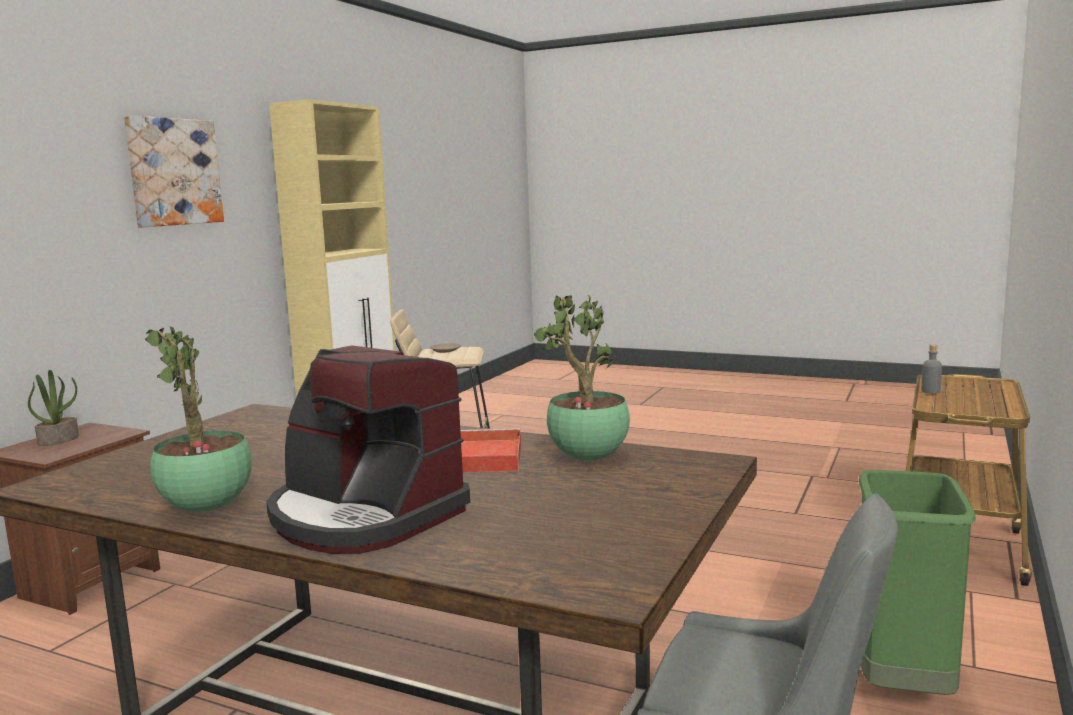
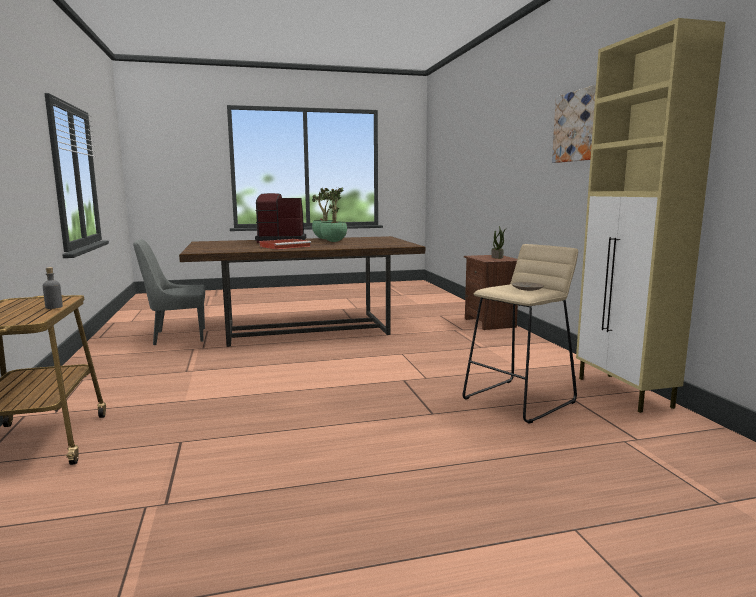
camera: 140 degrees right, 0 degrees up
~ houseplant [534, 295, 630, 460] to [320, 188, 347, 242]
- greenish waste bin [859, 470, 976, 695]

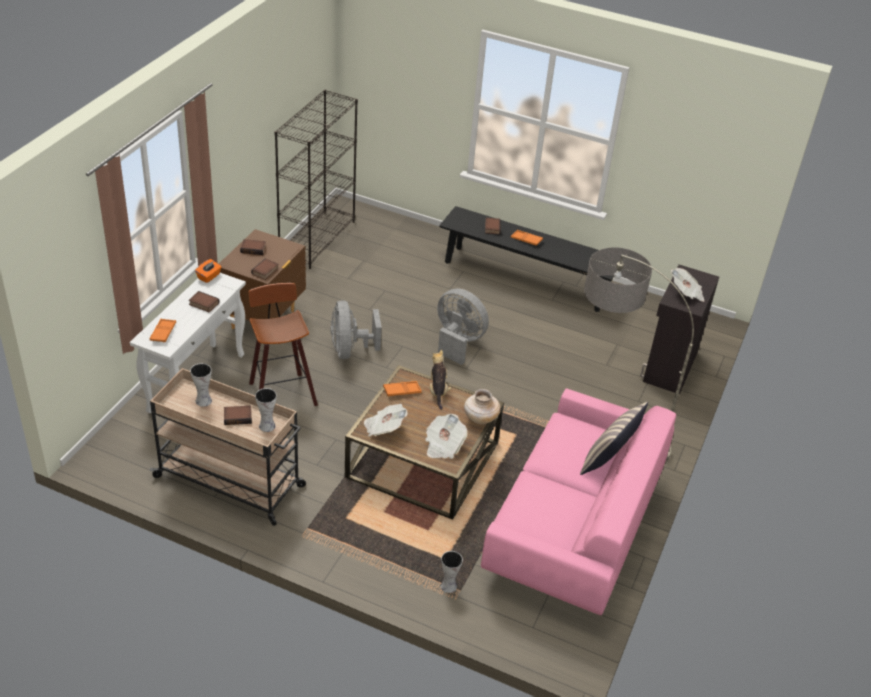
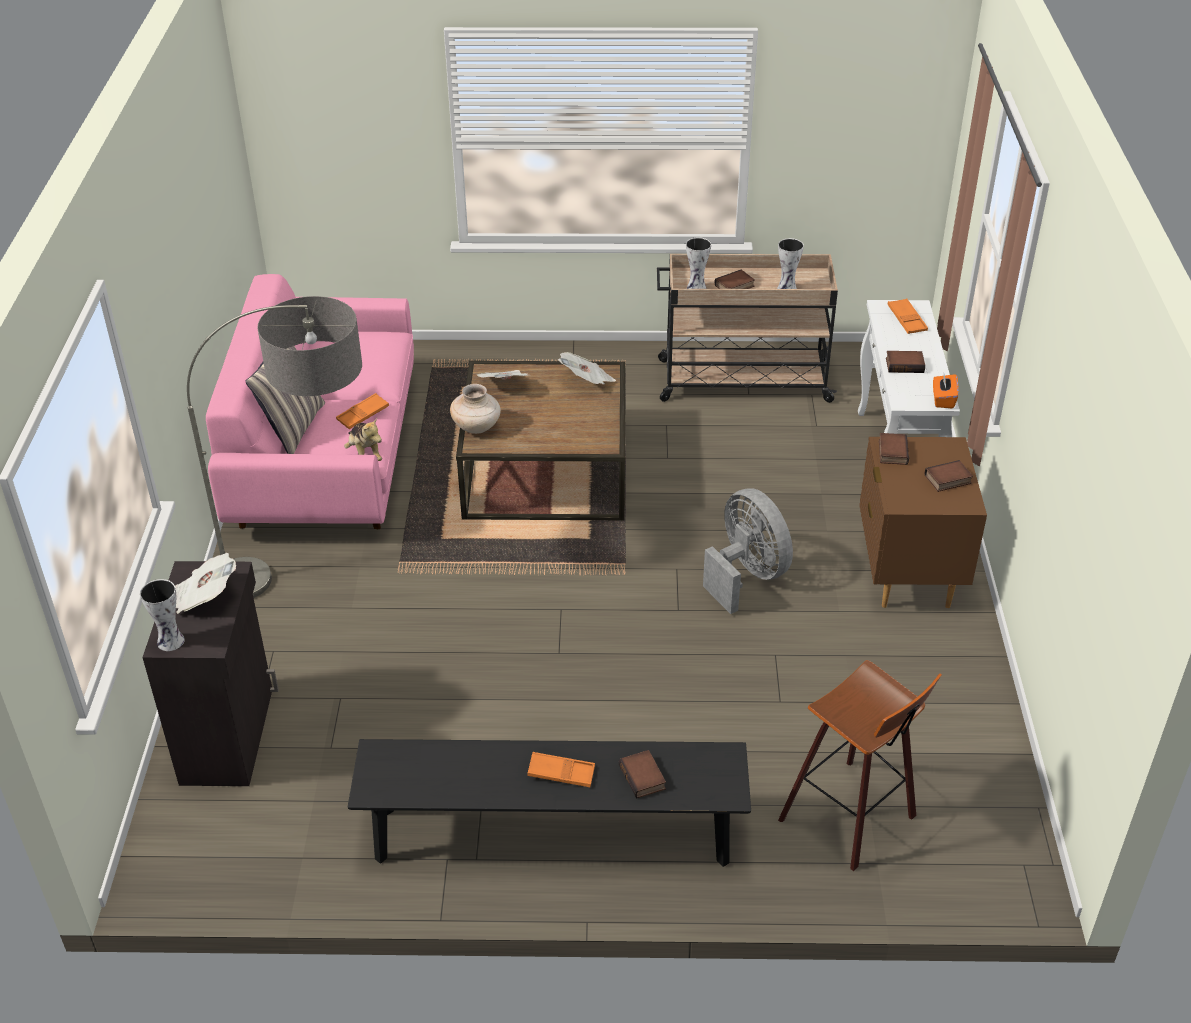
camera: 160 degrees right, 0 degrees up
- black-coloured bookcase [275, 90, 358, 269]
~ stool seat [249, 283, 318, 406] to [778, 660, 942, 871]
- grey fan [437, 288, 489, 365]
~ plush toy [430, 350, 452, 410] to [344, 417, 382, 461]
~ orangey carrying tray [383, 381, 422, 396] to [336, 393, 389, 429]
~ flower vase [441, 551, 463, 593] to [140, 579, 185, 651]

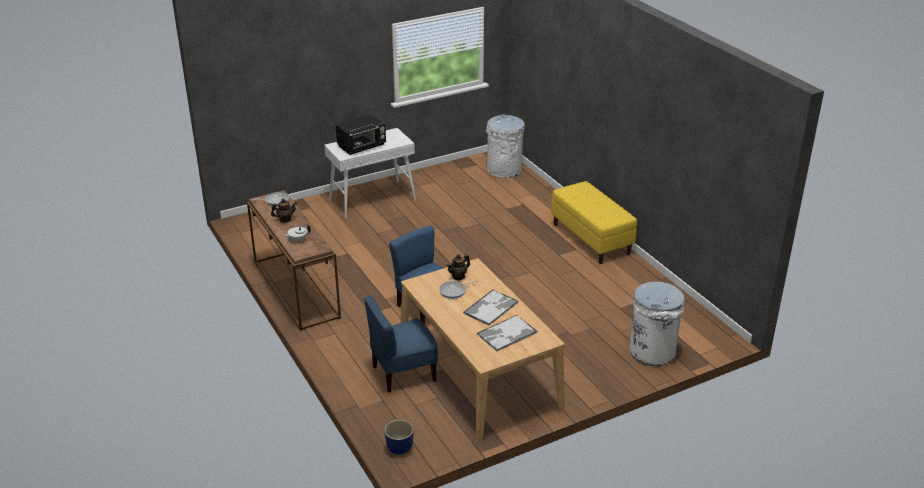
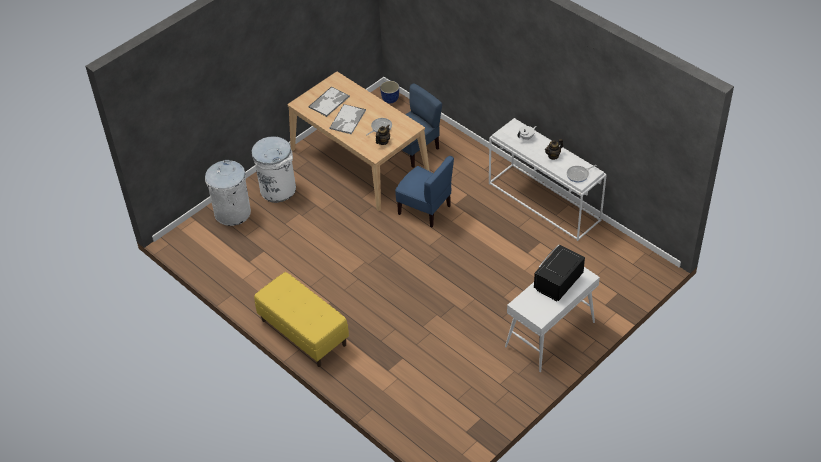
camera: 165 degrees right, 15 degrees up
~ white waste bin [486, 114, 525, 178] to [252, 136, 296, 203]
~ brown console table [247, 190, 341, 331] to white console table [489, 118, 607, 241]

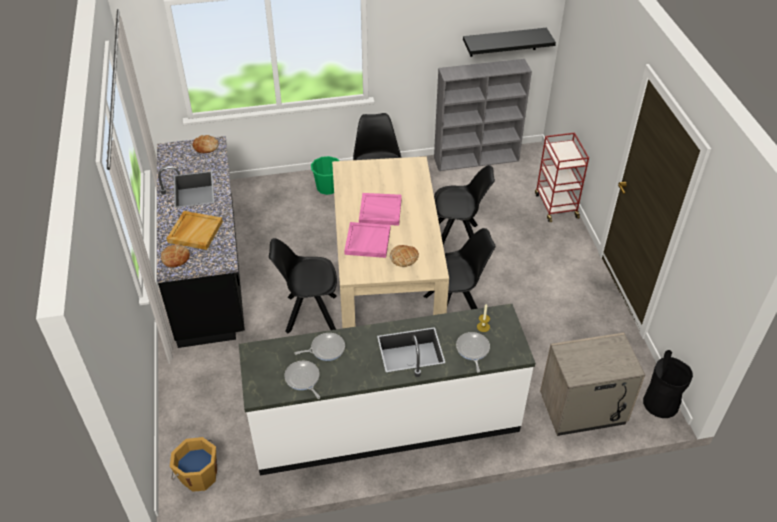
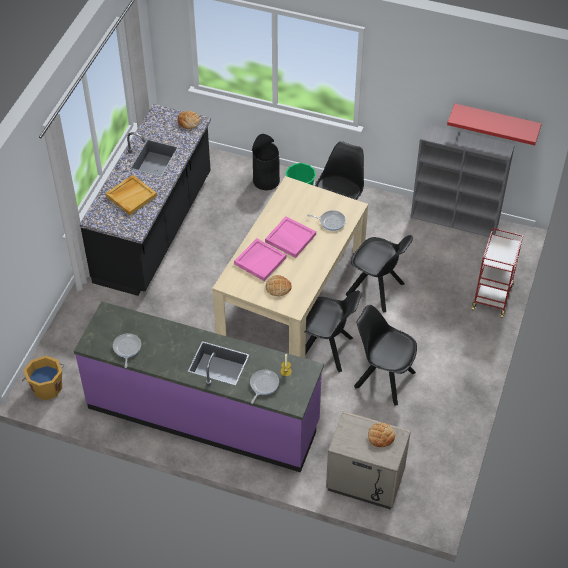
camera: 30 degrees right, 5 degrees up
~ black-coloured shelf [463, 28, 556, 57] to reddish shelf [447, 104, 542, 145]
~ black-coloured plain chair [269, 238, 337, 333] to [354, 305, 417, 406]
~ bakery bread [161, 244, 190, 267] to [368, 422, 395, 447]
~ white counter [239, 304, 535, 475] to purplish counter [74, 301, 324, 472]
~ pan [294, 333, 345, 361] to [307, 210, 346, 231]
~ black-coloured waste bin [643, 350, 693, 418] to [252, 134, 280, 190]

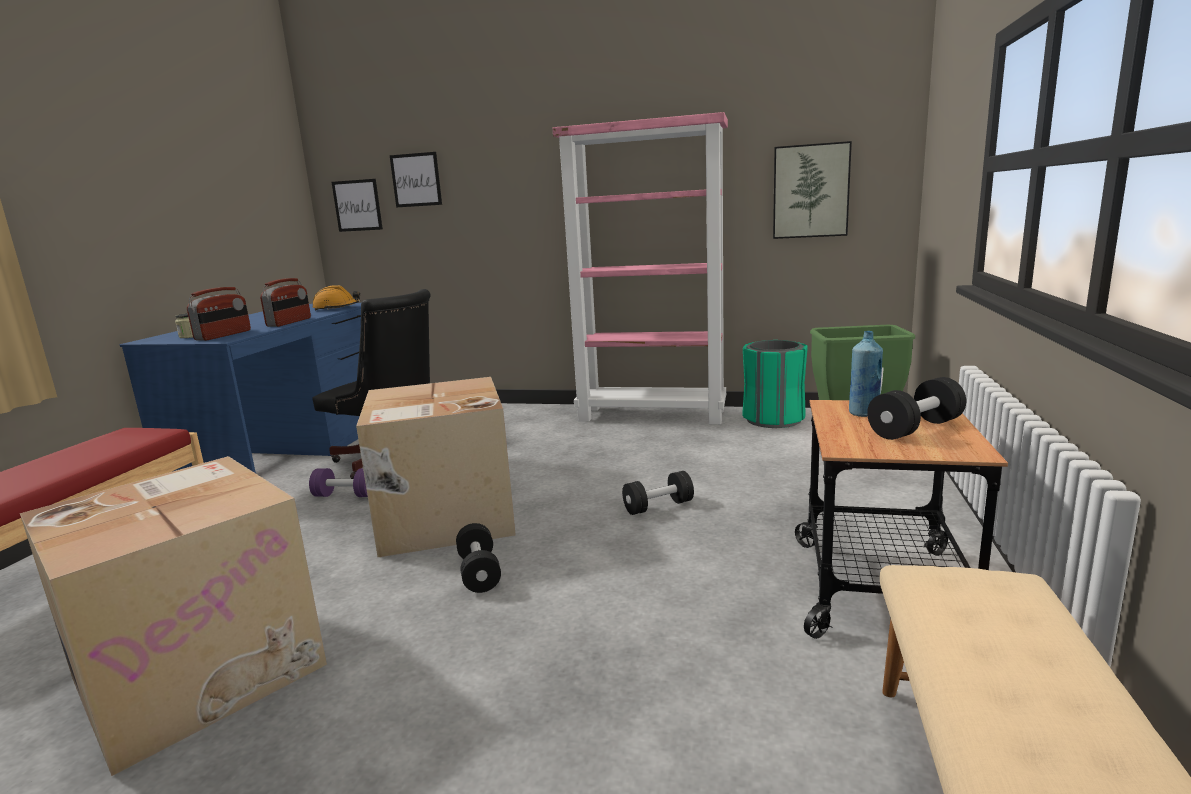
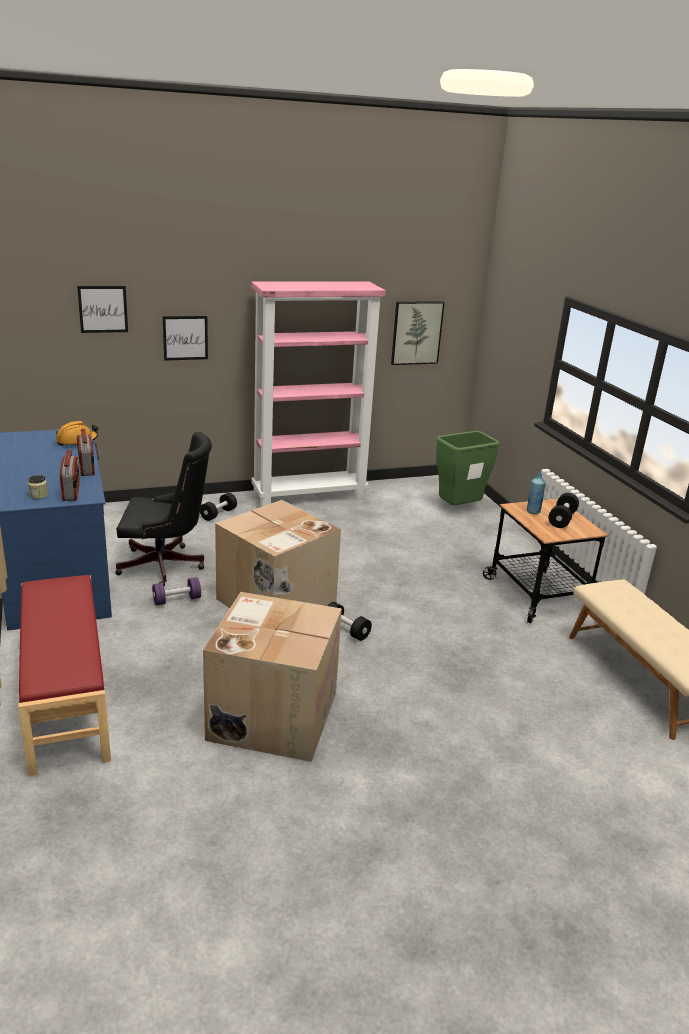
camera: 35 degrees left, 10 degrees up
~ wall picture [332, 179, 383, 232] to [163, 316, 208, 361]
- greenish waste bin [742, 340, 808, 428]
~ black-coloured hand weight [622, 471, 694, 515] to [200, 493, 237, 521]

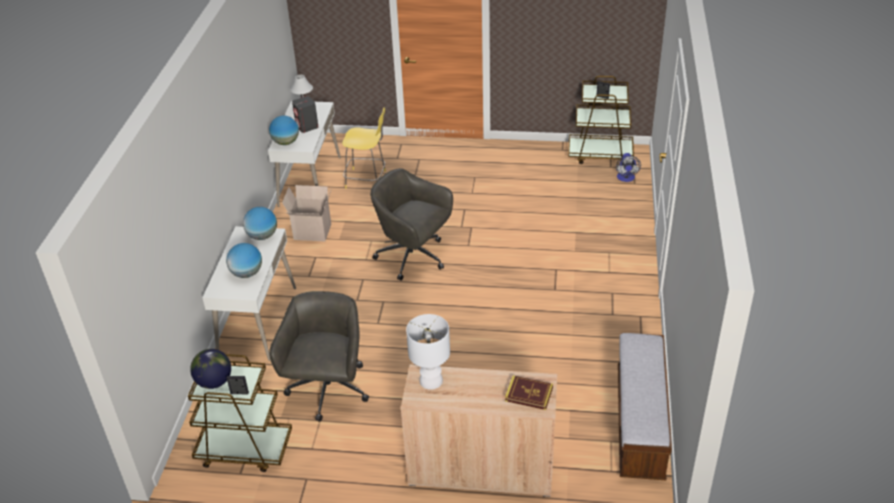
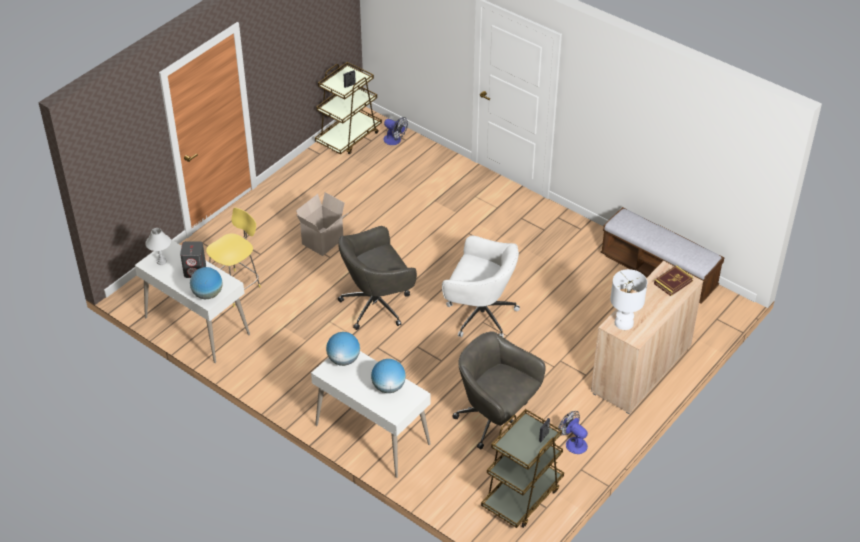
camera: 60 degrees left, 5 degrees up
~ carton [282, 185, 331, 241] to [296, 192, 348, 256]
- globe [190, 349, 231, 389]
+ white office chair [442, 236, 520, 337]
+ fan [558, 411, 588, 454]

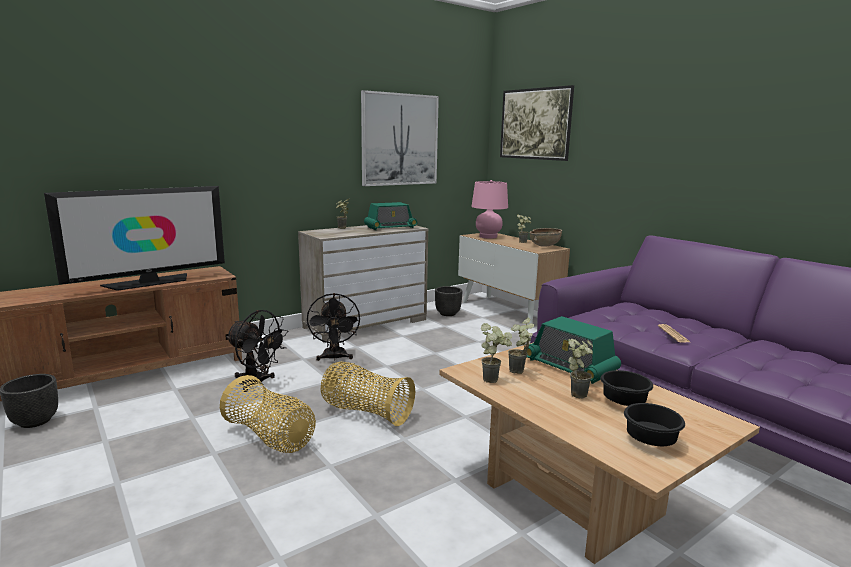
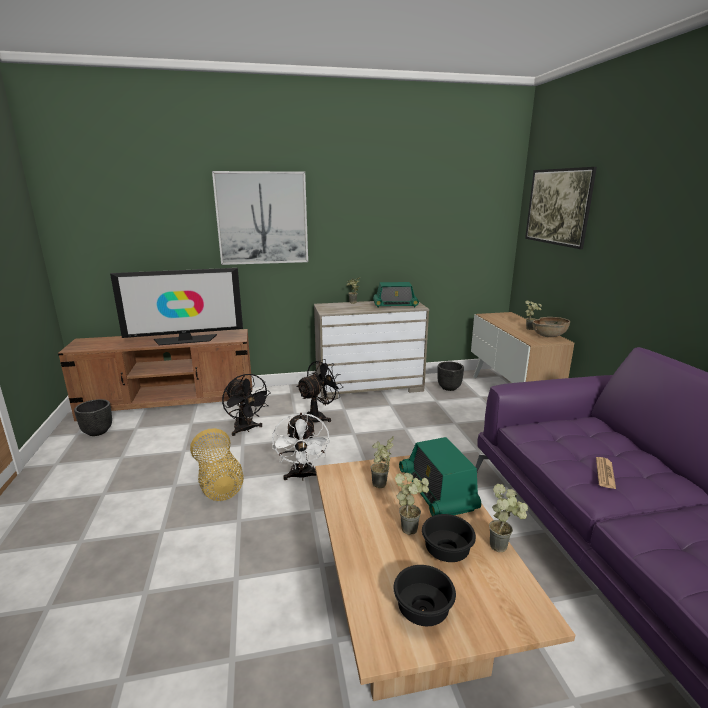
camera: 25 degrees right, 5 degrees up
~ wall picture [361, 90, 439, 186] to [212, 171, 308, 265]
- pink table lamp [471, 180, 508, 239]
~ black-coloured fan [307, 293, 360, 361] = [296, 359, 343, 423] 150 degrees counterclockwise
~ houseplant [481, 323, 512, 383] to [489, 484, 528, 552]
~ basket [321, 362, 415, 426] to white fan [272, 413, 330, 481]

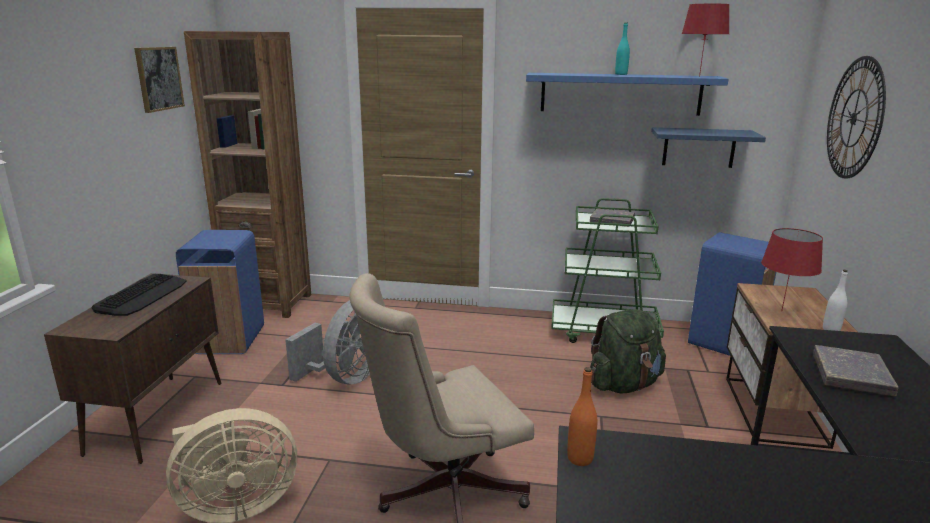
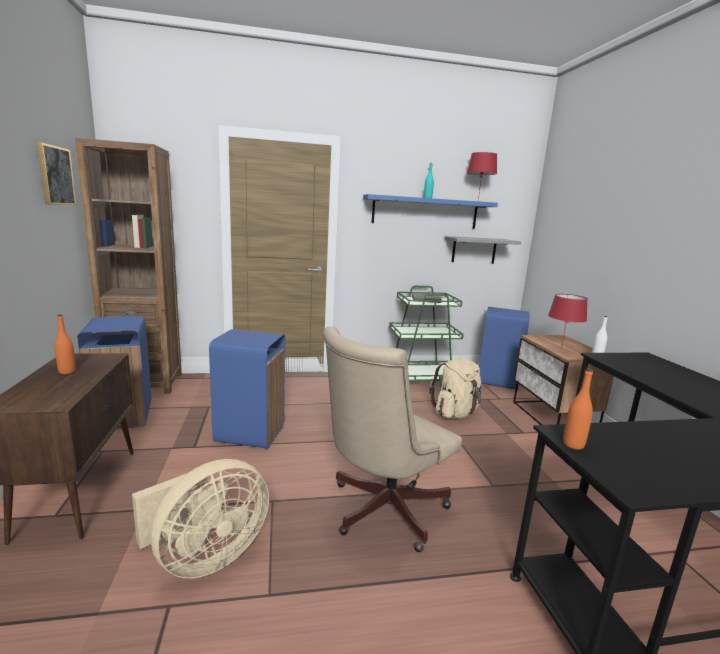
camera: 20 degrees left, 5 degrees down
- hanging clock [827, 56, 886, 179]
~ bluish shelf [651, 127, 766, 168] to grey shelf [445, 236, 521, 264]
~ keyboard [91, 274, 187, 316] to orangey beverage bottle [55, 314, 76, 374]
~ grey fan [285, 300, 370, 384] to bluish waste bin [209, 329, 285, 449]
~ greenish knapsack [590, 309, 666, 393] to beige knapsack [429, 358, 482, 419]
- grey book [813, 345, 899, 396]

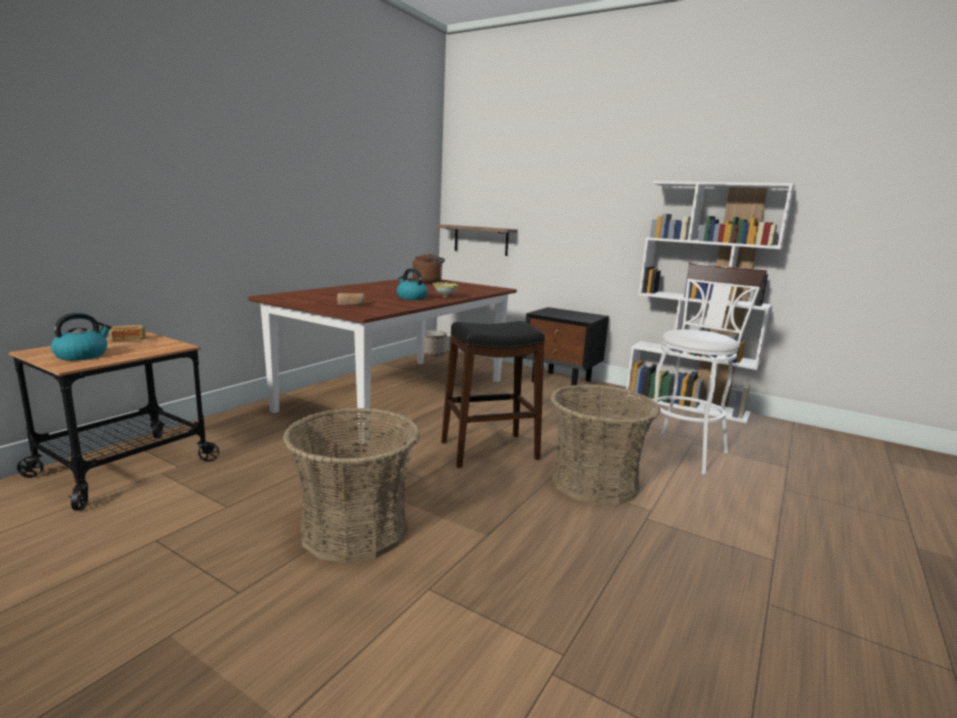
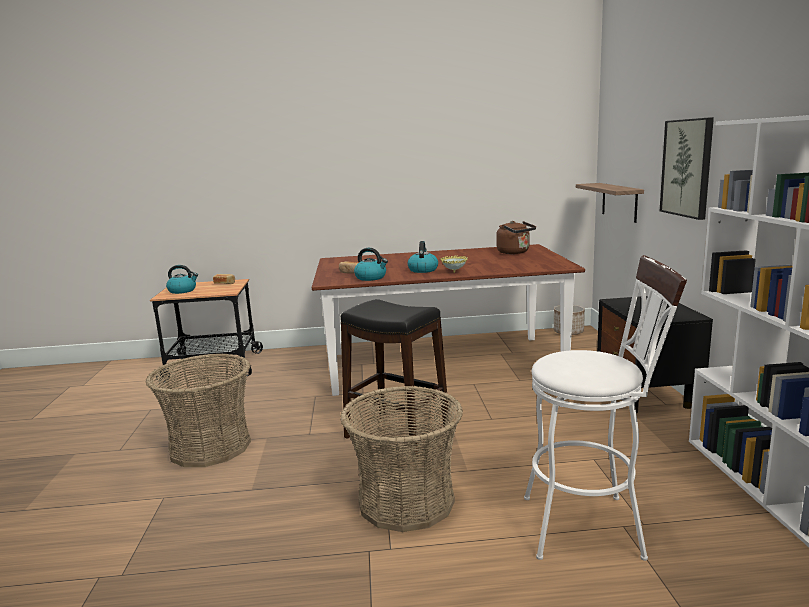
camera: 55 degrees right, 0 degrees up
+ wall picture [660, 117, 714, 220]
+ kettle [354, 248, 388, 281]

